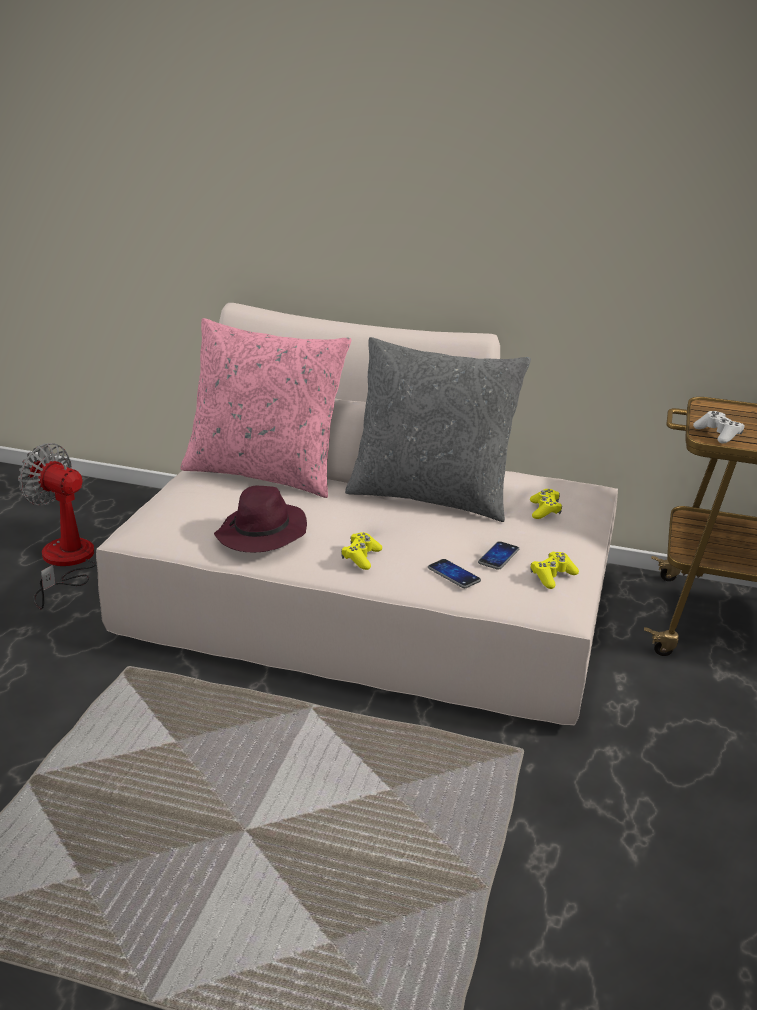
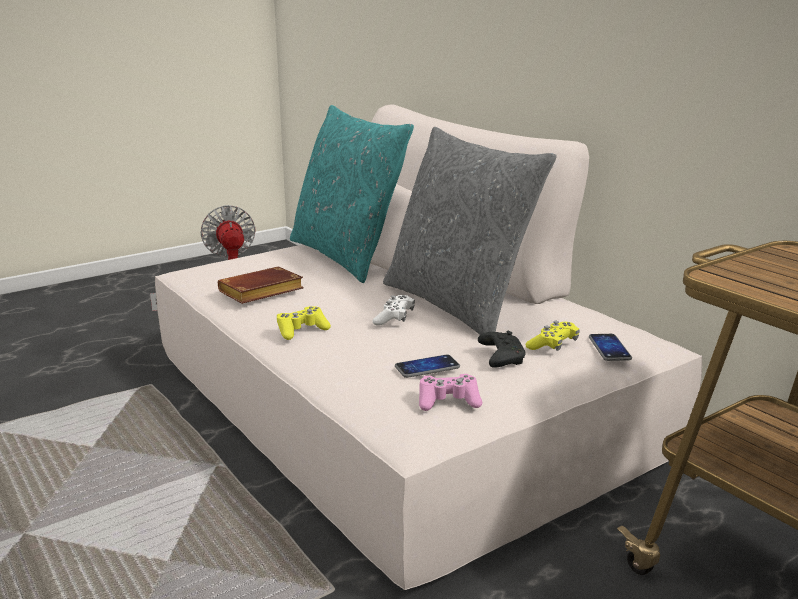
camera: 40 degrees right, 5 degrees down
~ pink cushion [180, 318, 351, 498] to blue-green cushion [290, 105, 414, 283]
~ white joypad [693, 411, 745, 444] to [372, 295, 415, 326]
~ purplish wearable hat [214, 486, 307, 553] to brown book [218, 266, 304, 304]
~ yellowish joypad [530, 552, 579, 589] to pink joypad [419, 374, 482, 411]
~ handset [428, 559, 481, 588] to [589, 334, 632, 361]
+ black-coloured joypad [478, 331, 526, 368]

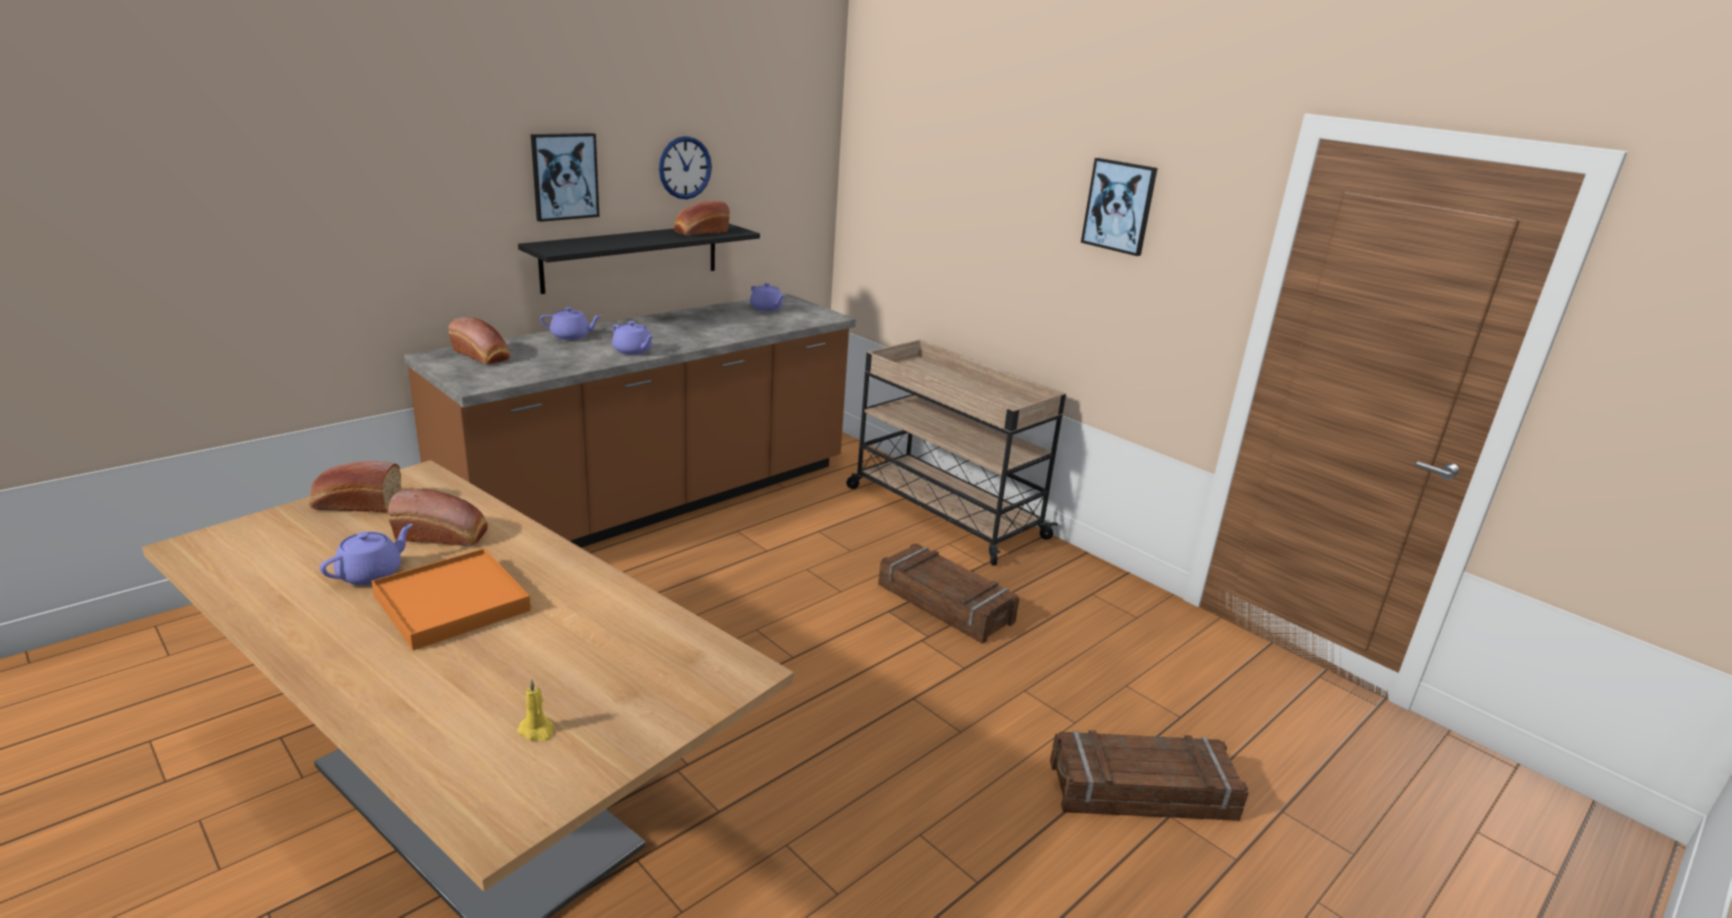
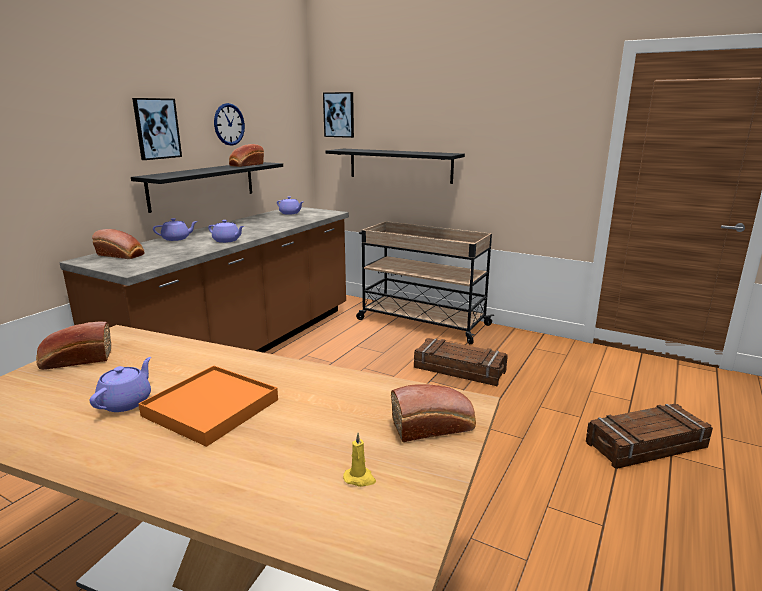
camera: 15 degrees left, 5 degrees down
~ wall picture [1081, 158, 1158, 256] to [323, 92, 354, 138]
~ bakery bread [388, 489, 488, 546] to [391, 384, 476, 442]
+ black-coloured shelf [325, 149, 465, 184]

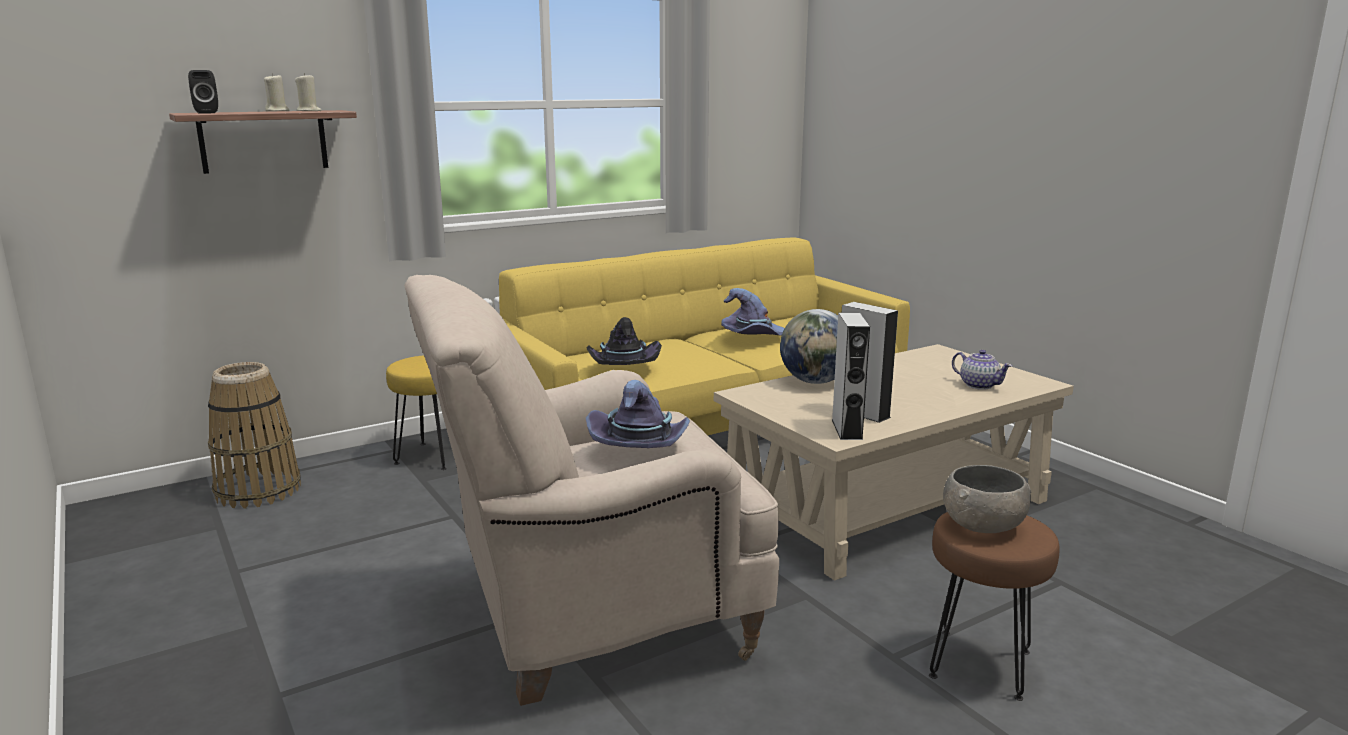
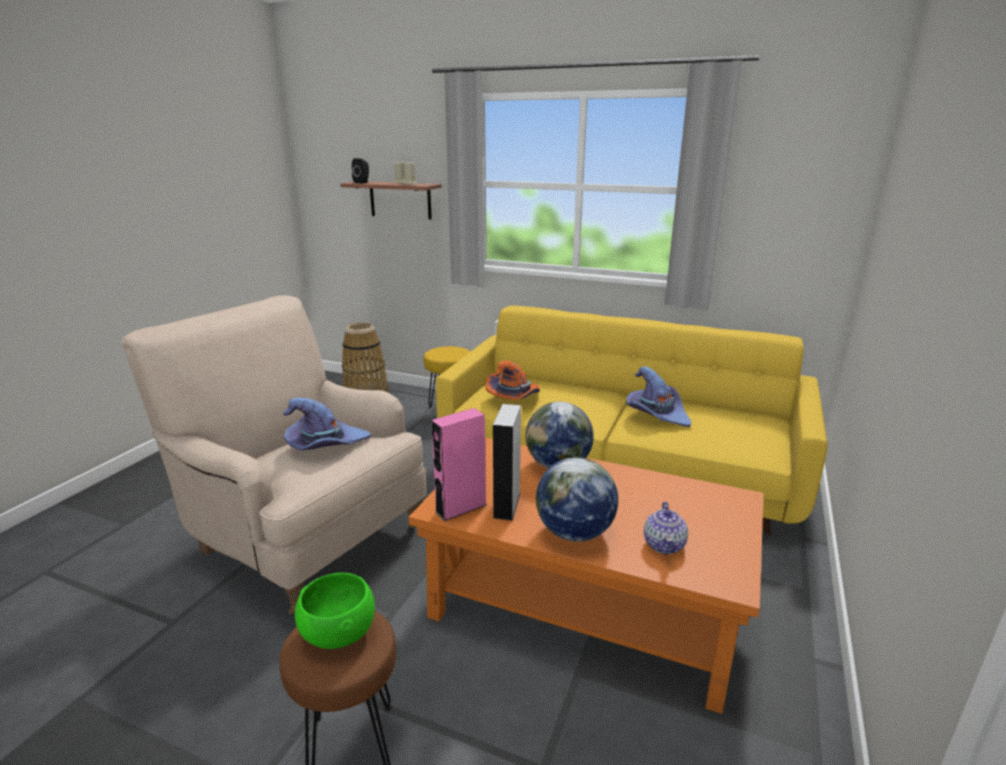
camera: 55 degrees right, 5 degrees up
~ grey audio speaker [832, 313, 870, 440] to pink audio speaker [431, 408, 487, 521]
~ black-coloured wearable hat [586, 317, 662, 365] to orangey wearable hat [486, 361, 540, 400]
~ beige lounge table [714, 344, 1074, 581] to orangey lounge table [409, 438, 764, 714]
~ grey deep dish [943, 465, 1031, 533] to greenish deep dish [295, 573, 375, 649]
+ globe [536, 457, 618, 542]

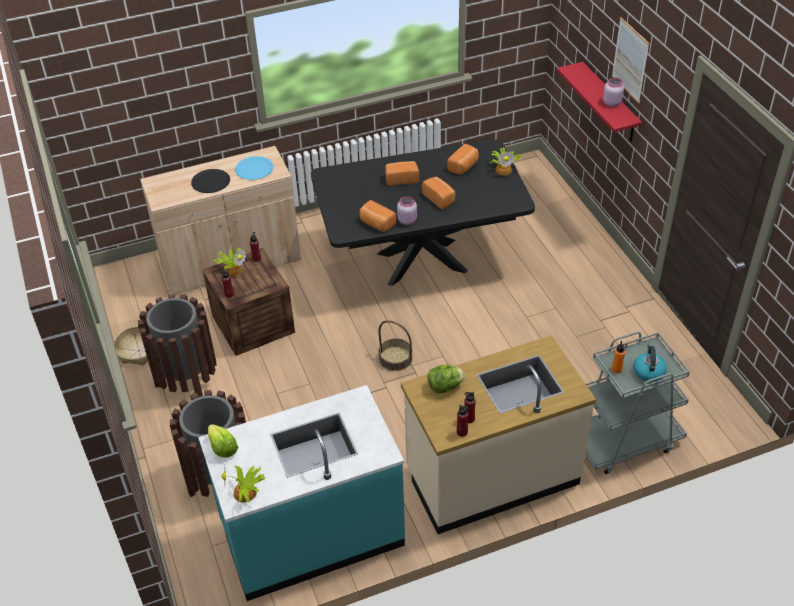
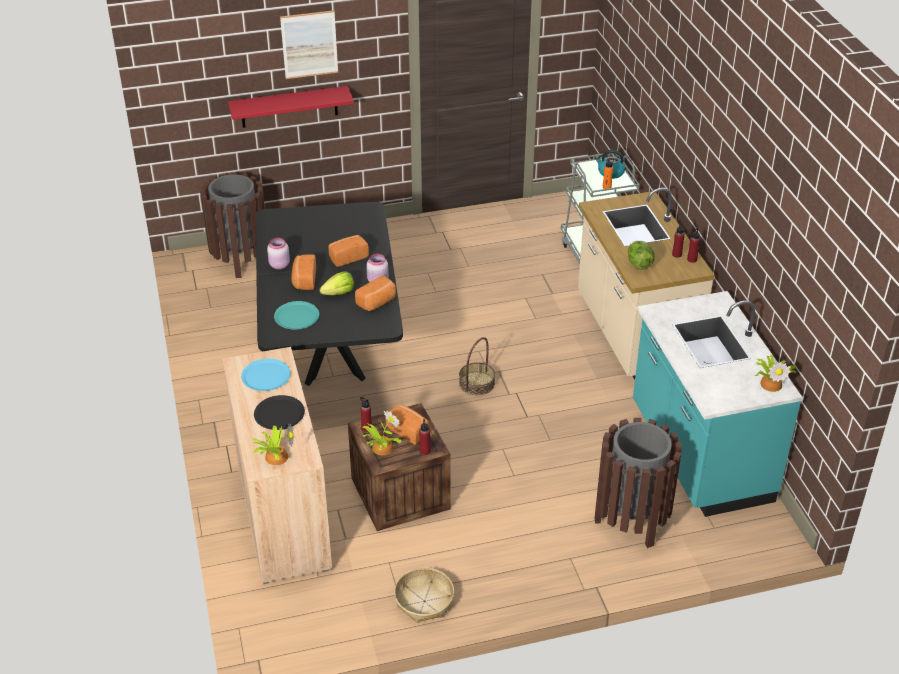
camera: 85 degrees left, 5 degrees down
~ pink preserve jar [603, 78, 624, 107] to [267, 238, 290, 269]
~ bakery bread [447, 144, 479, 175] to [386, 404, 429, 445]
~ houseplant [490, 147, 522, 175] to [252, 423, 294, 465]
~ brown waste bin [138, 294, 217, 397] to [200, 173, 265, 278]
~ lettuce [208, 424, 238, 458] to [320, 271, 354, 295]
+ blue-green plate [274, 301, 319, 329]

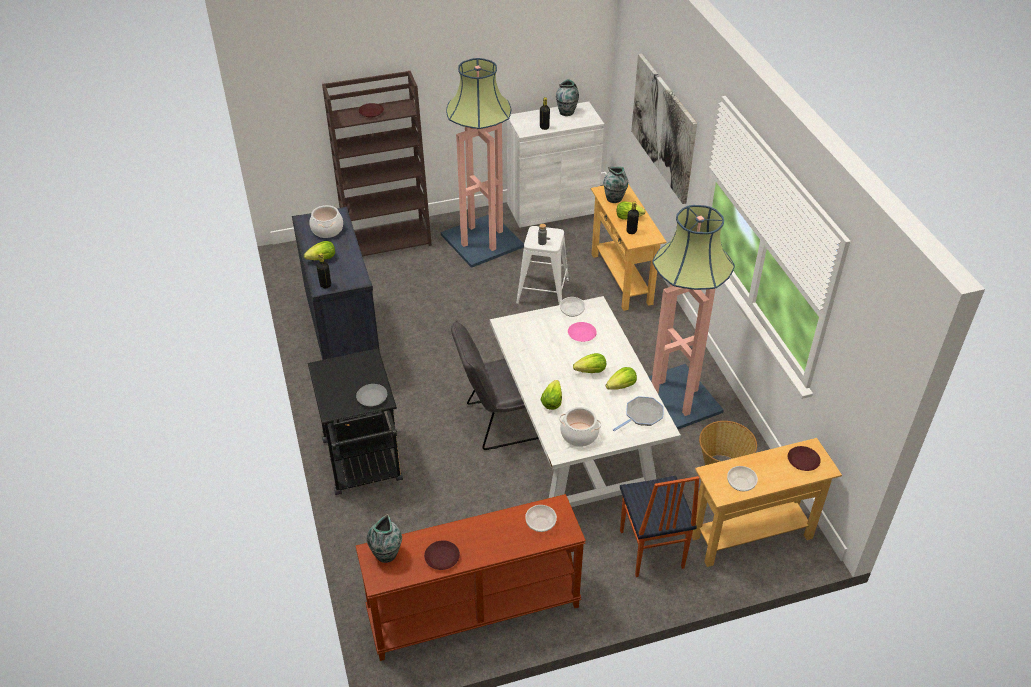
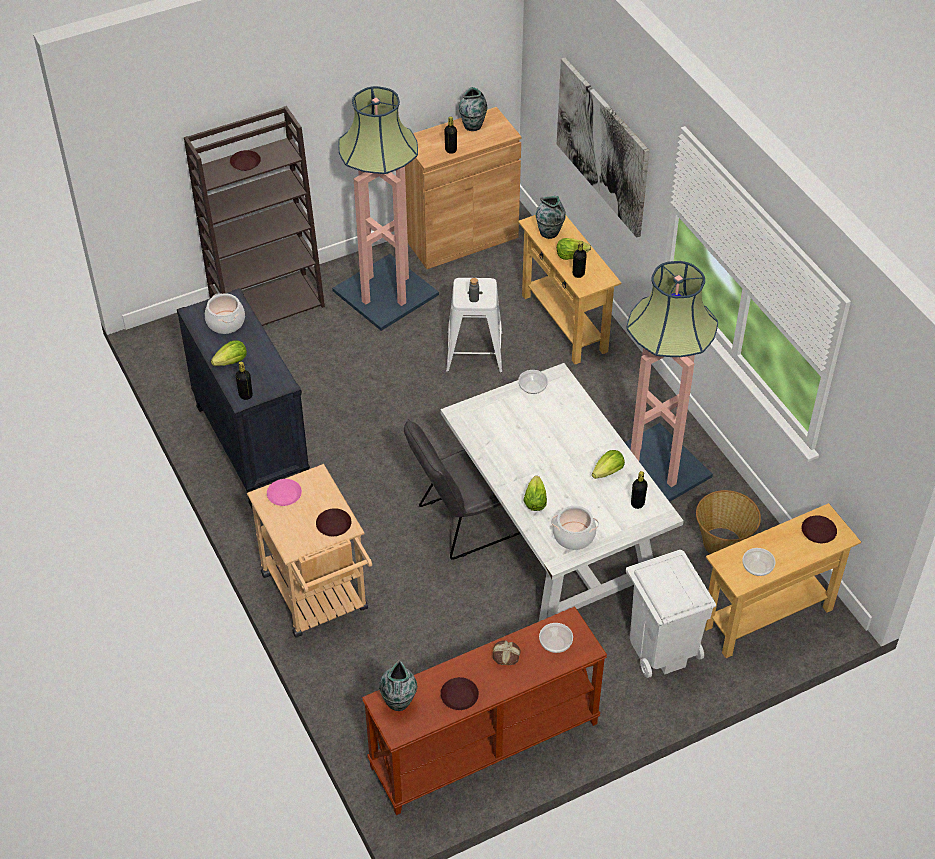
camera: 10 degrees left, 5 degrees up
~ white cupboard [507, 102, 604, 228] to brown cupboard [405, 107, 522, 269]
~ pink plate [568, 322, 597, 342] to [267, 479, 302, 506]
~ black-coloured cart [308, 348, 403, 495] to beige cart [247, 464, 372, 638]
- lettuce [573, 353, 606, 373]
~ grey plate [356, 384, 387, 406] to brown plate [316, 508, 351, 536]
~ pan [613, 396, 664, 431] to black-coloured beverage bottle [631, 471, 647, 509]
~ plain chair [620, 476, 699, 577] to white waste bin [626, 550, 716, 678]
+ bakery bread [493, 640, 521, 665]

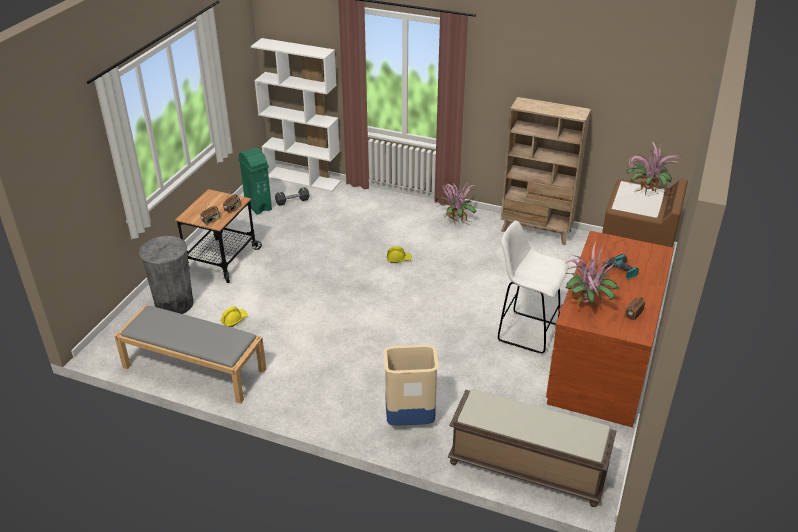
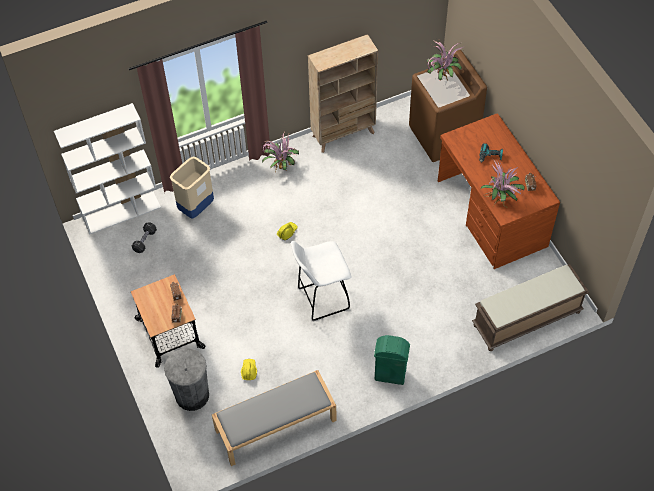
camera: 45 degrees left, 20 degrees up
~ greenish waste bin [238, 148, 272, 215] to [374, 335, 410, 385]
~ white stool seat [497, 220, 569, 355] to [291, 241, 352, 322]
~ beige waste bin [383, 345, 439, 426] to [170, 157, 214, 219]

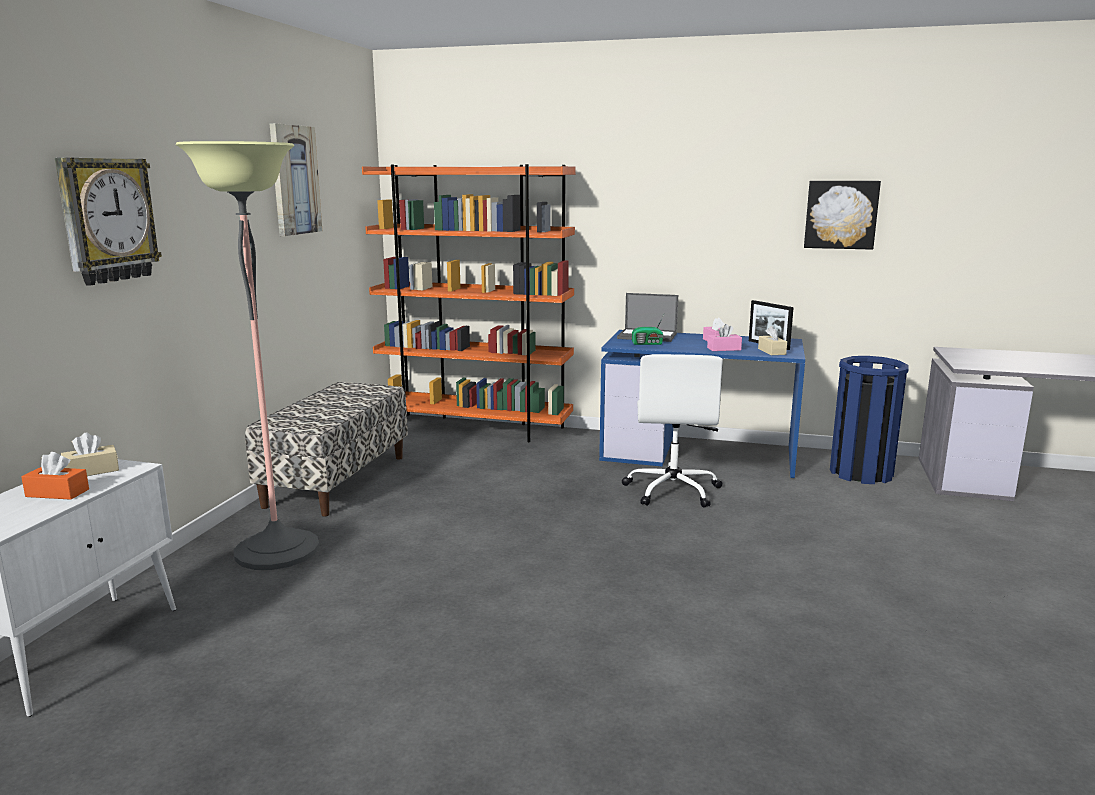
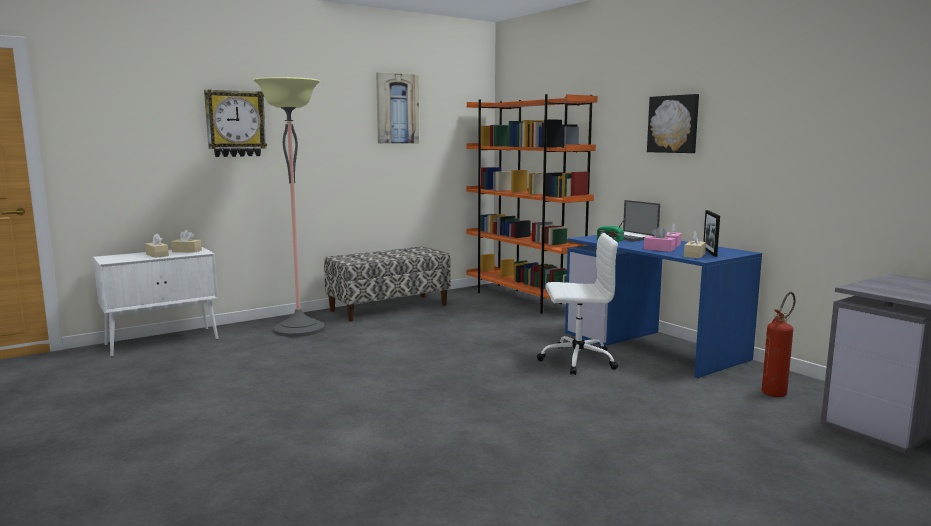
camera: 40 degrees right, 5 degrees down
~ wall picture [804, 181, 881, 250] to [647, 94, 699, 153]
~ white office chair [622, 354, 723, 508] = [537, 233, 618, 375] 135 degrees counterclockwise
~ bluish waste bin [830, 356, 909, 484] to fire-fighting cylinder [762, 292, 796, 397]
~ orangey tissue holder [21, 452, 89, 500] to beige tissue holder [145, 233, 169, 258]

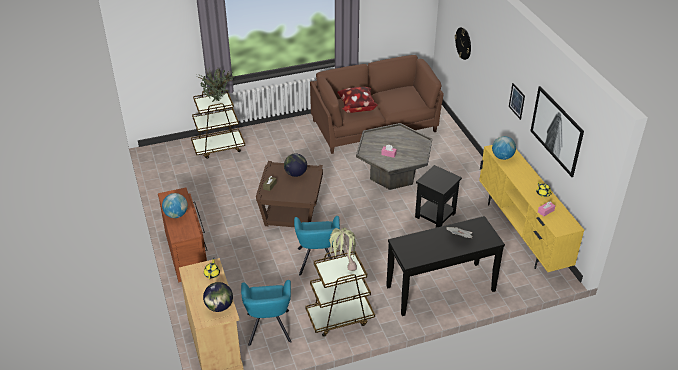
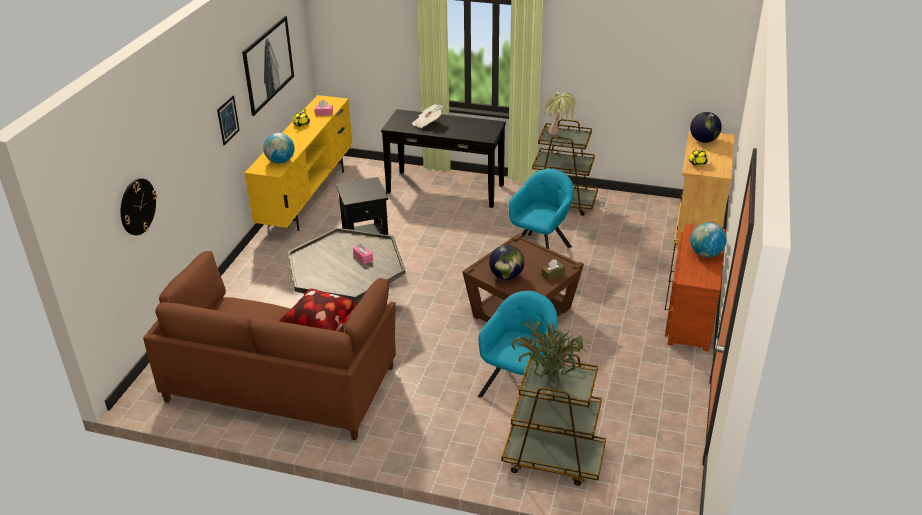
camera: 145 degrees left, 5 degrees down
~ blue-green armchair [241, 280, 292, 346] to [478, 291, 558, 397]

